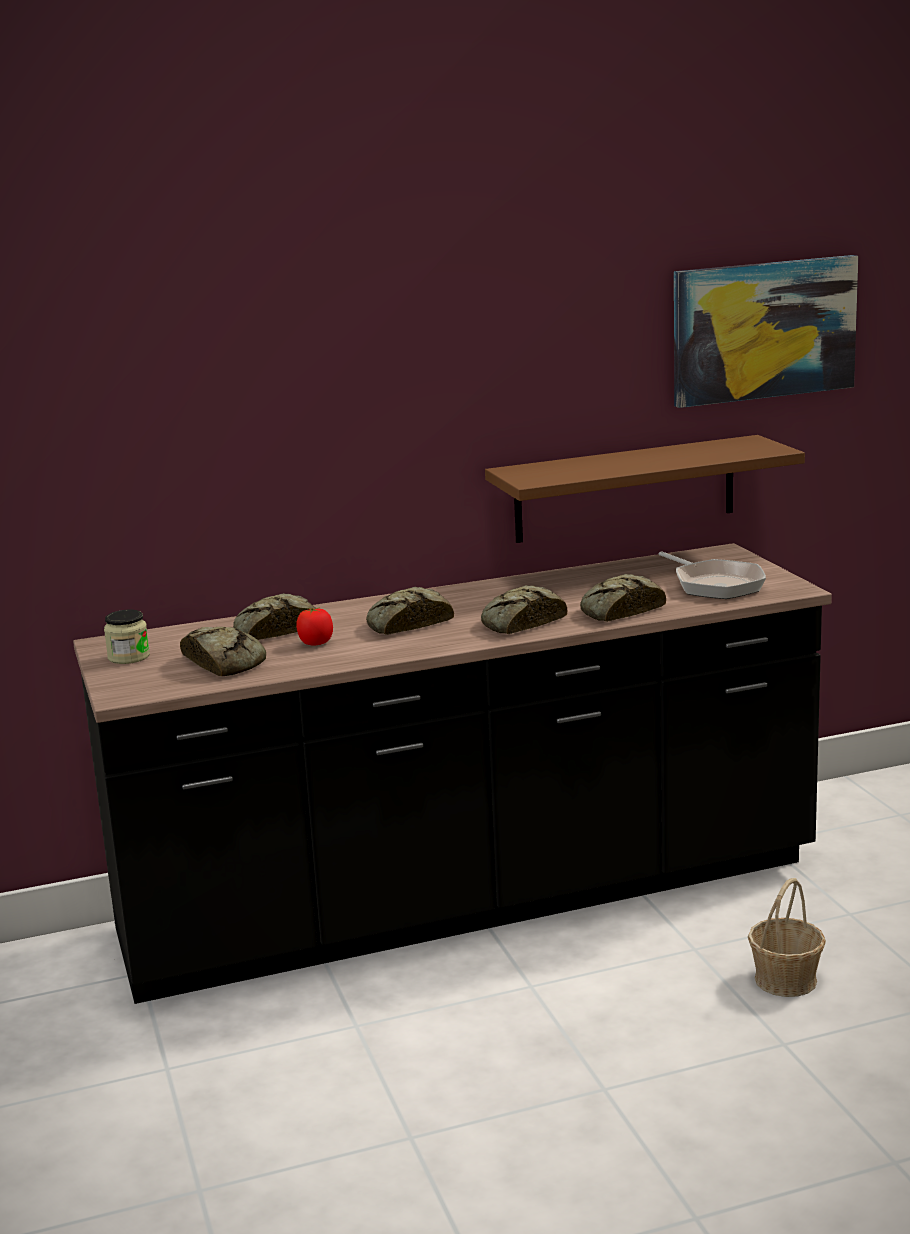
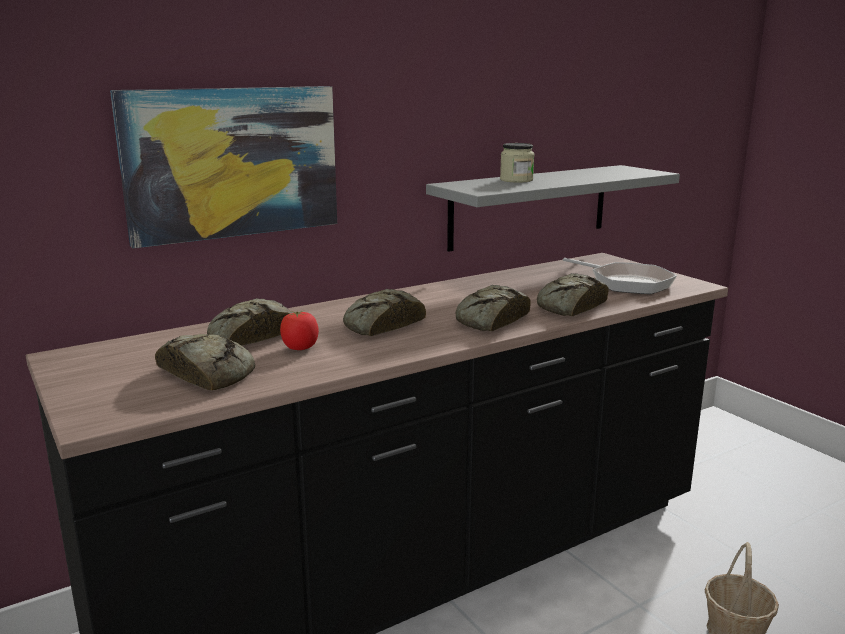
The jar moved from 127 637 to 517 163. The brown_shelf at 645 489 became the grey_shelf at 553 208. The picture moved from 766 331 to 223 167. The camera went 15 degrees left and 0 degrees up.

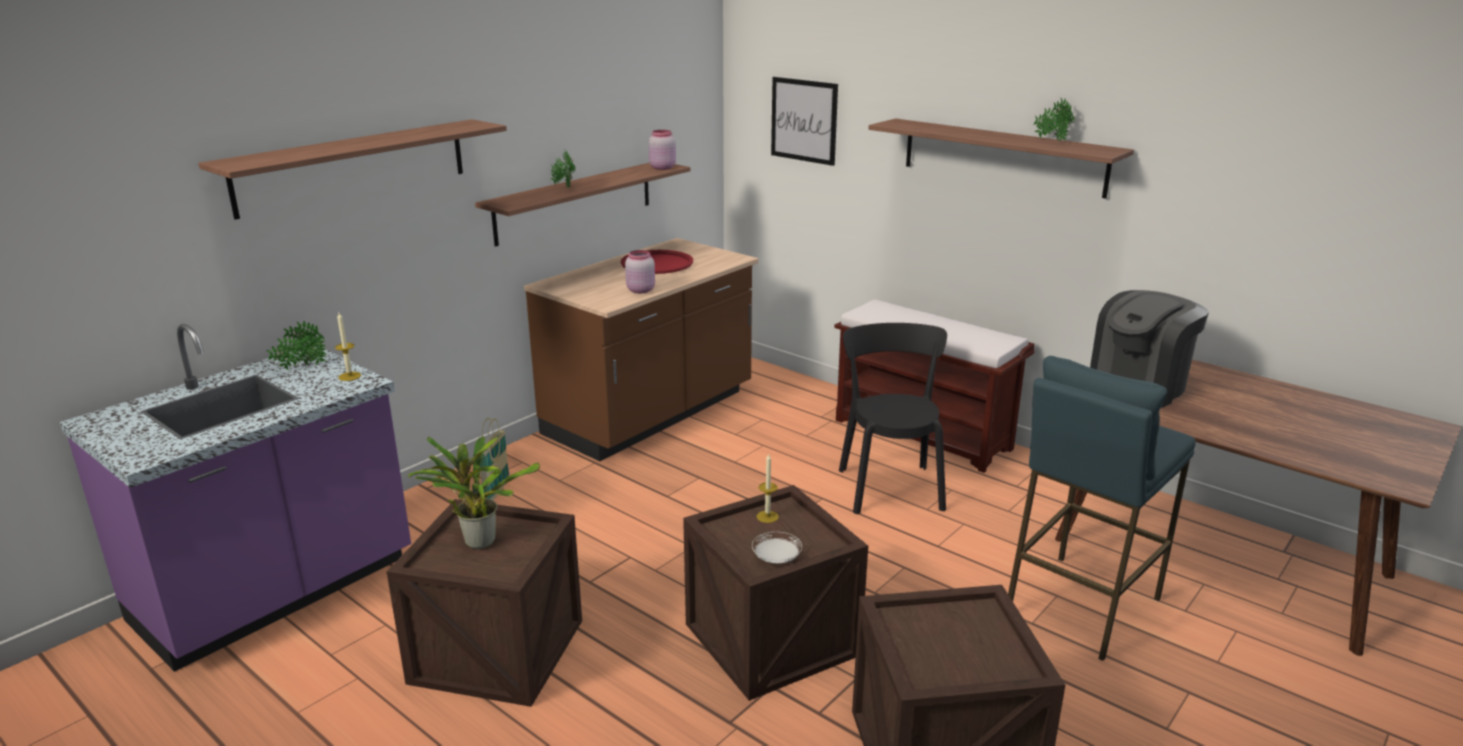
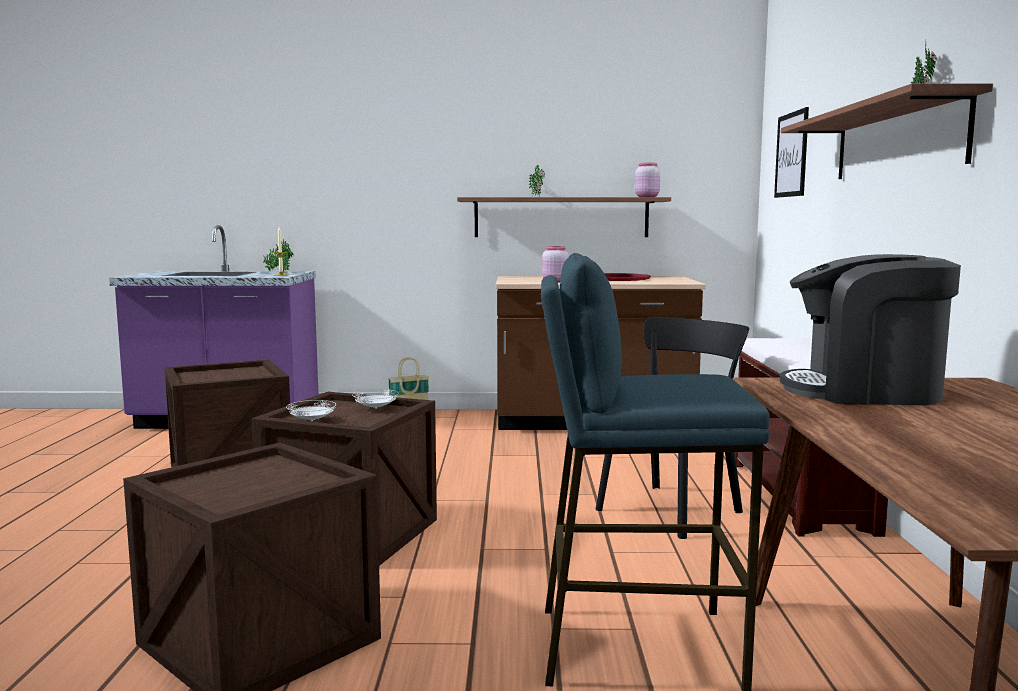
The shelf at 352 169 disappeared. The potted_plant at 473 492 disappeared. The candle at 768 488 was replaced by the white_plate at 375 399. The camera went 50 degrees right and 15 degrees down.

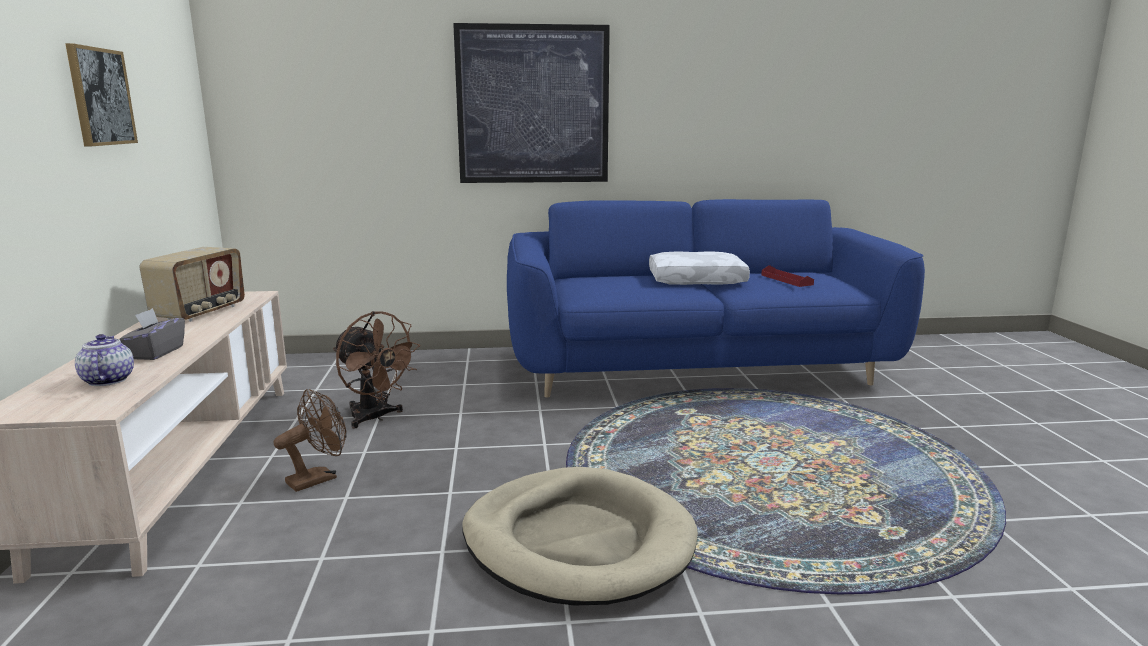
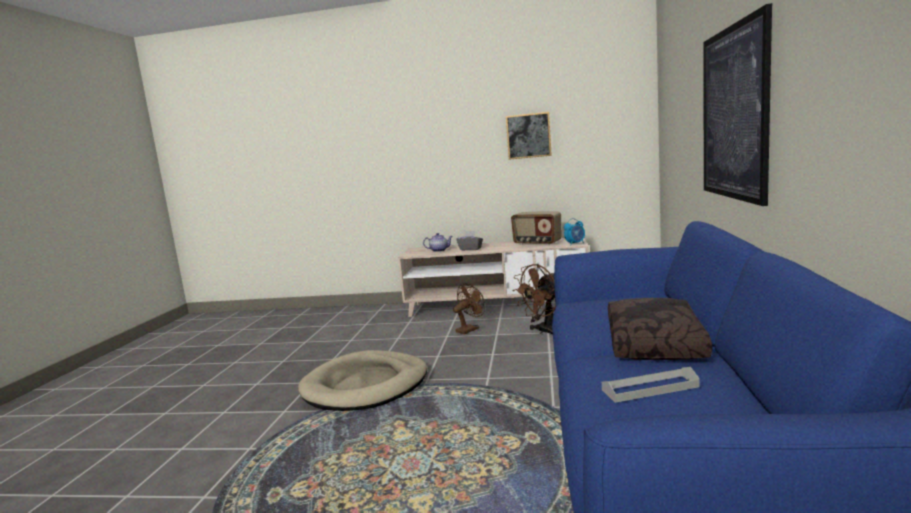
The brown_fan at 310 440 turned 105 degrees counterclockwise. The white_pillow at 699 268 became the brown_pillow at 660 329. The red_tray at 787 276 became the grey_tray at 651 385. The alarm_clock at 574 232 appeared. The camera went 105 degrees right and 5 degrees down.

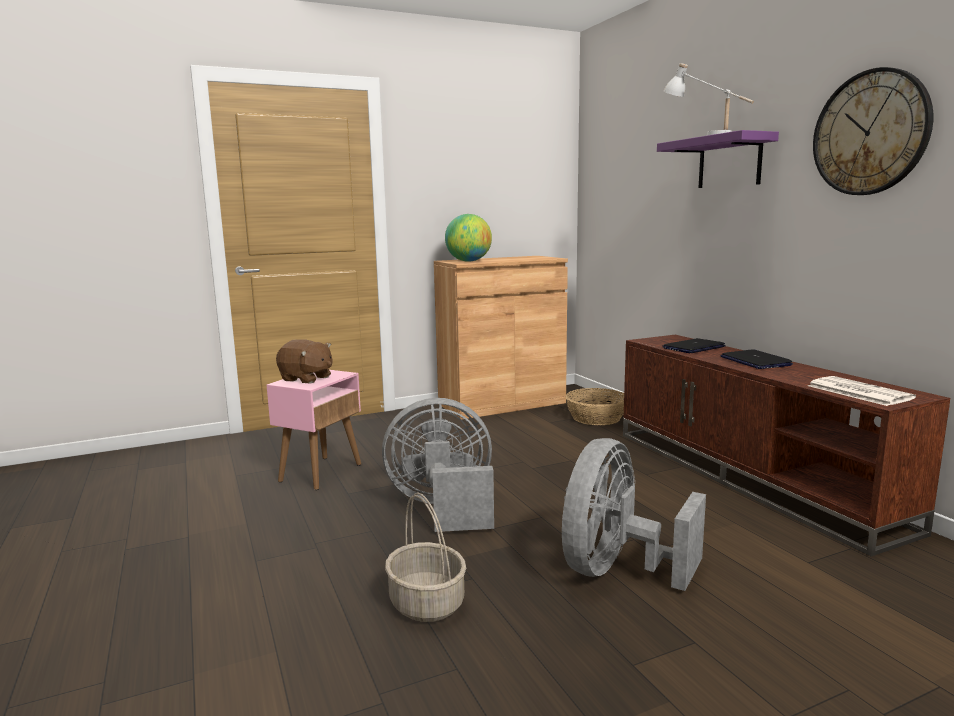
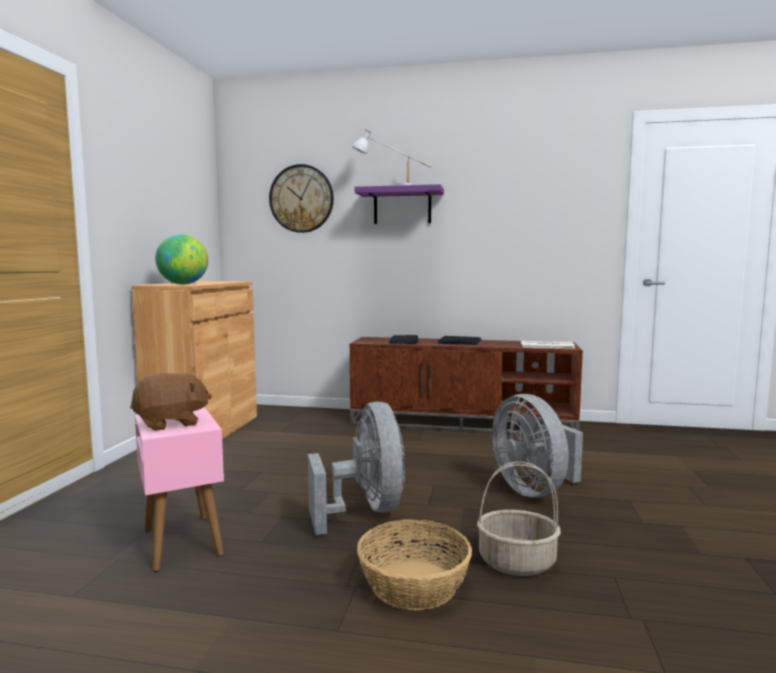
The grey_fan at 438 465 turned 135 degrees clockwise. The basket moved from 594 406 to 414 564. The wall_clock moved from 873 131 to 301 198. The camera went 55 degrees left and 5 degrees down.

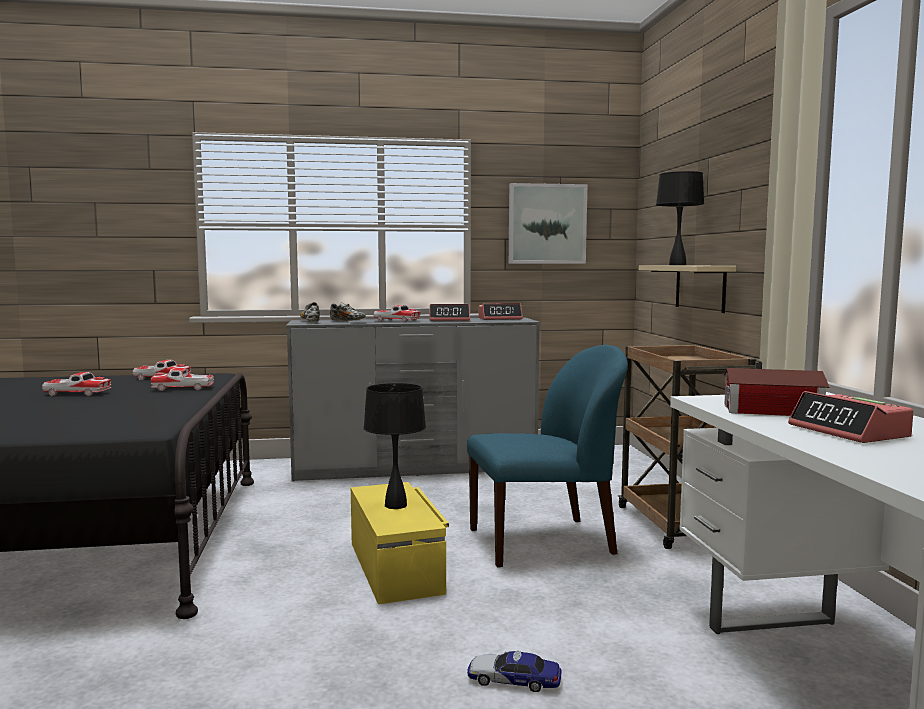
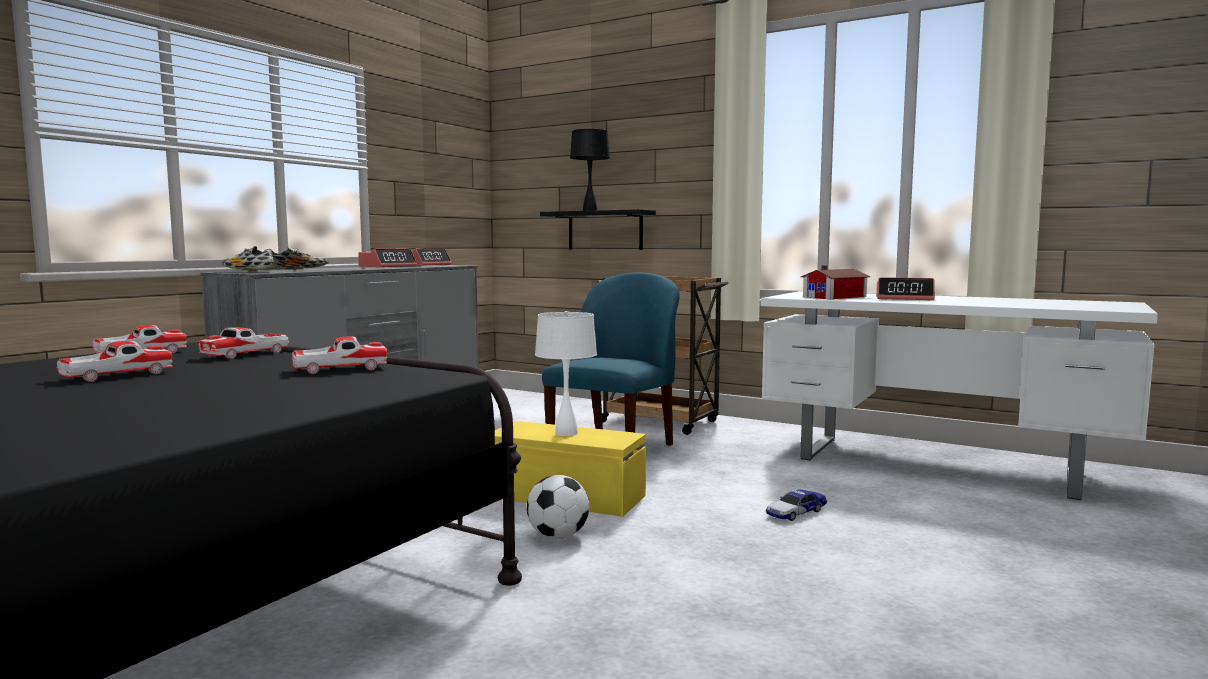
The black_table_lamp at 395 446 became the white_table_lamp at 566 373. The toy_car moved from 397 313 to 339 355. The picture at 548 223 disappeared. The beige_shelf at 687 289 became the black_shelf at 598 229. The football at 558 507 appeared. The camera went 50 degrees left and 0 degrees up.

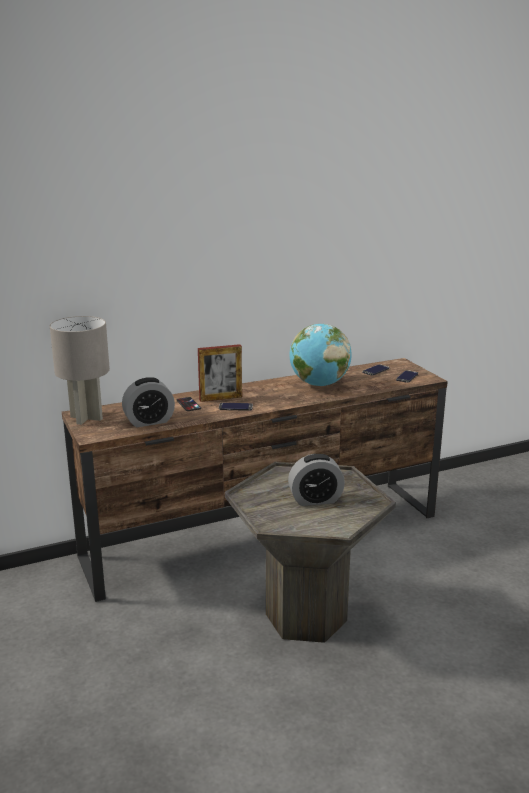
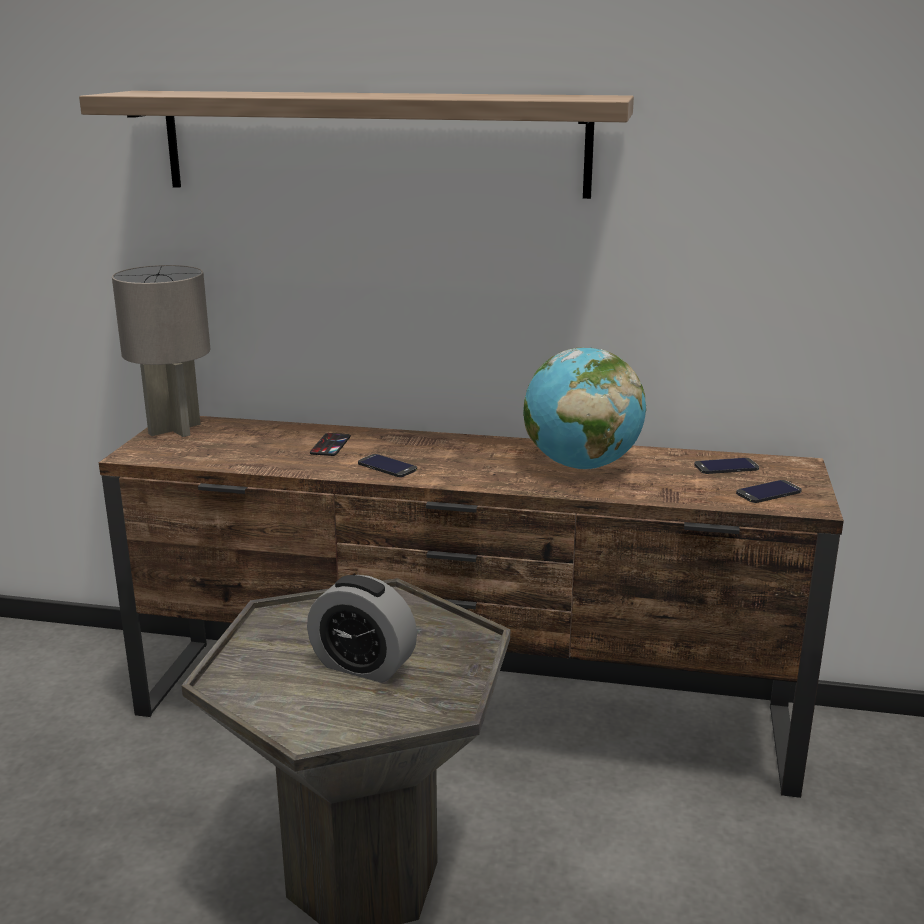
The alarm_clock at 148 402 disappeared. The picture_frame at 220 373 disappeared. The shelf at 356 145 appeared. The camera went 35 degrees right and 0 degrees up.

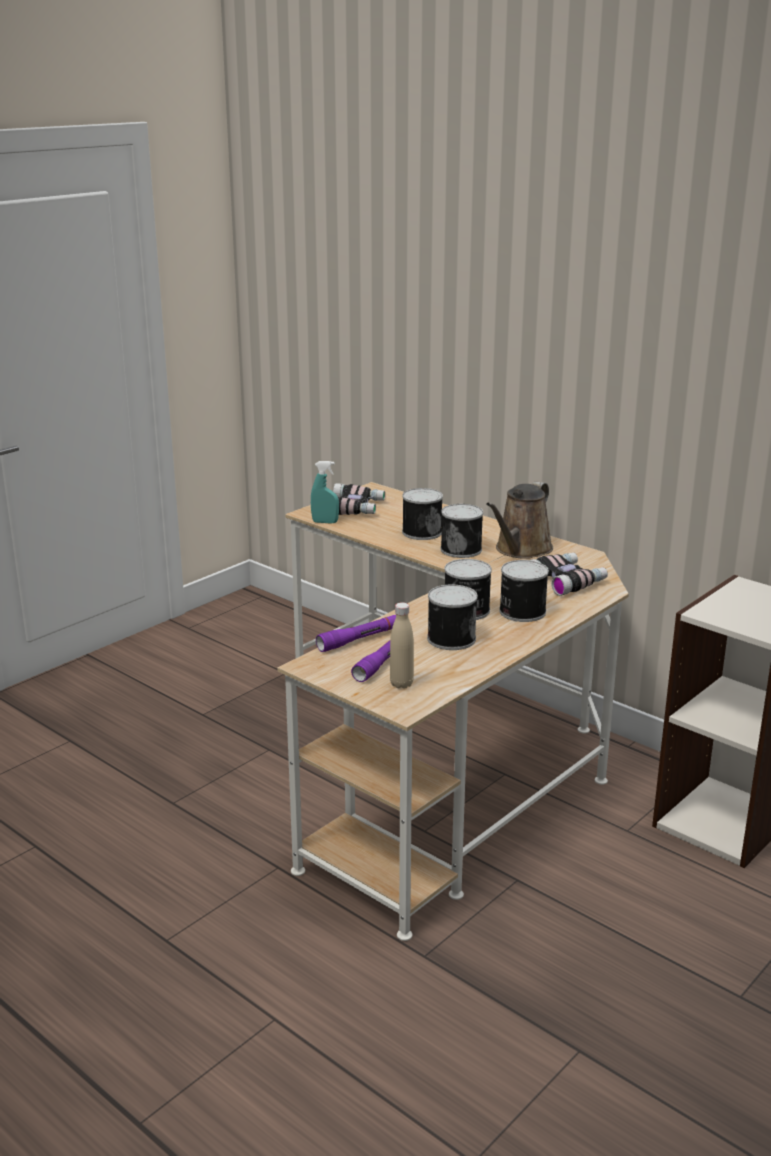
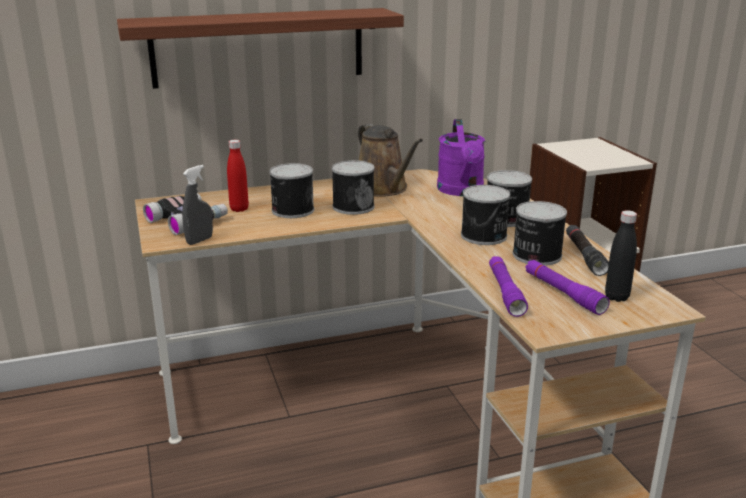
The turquoise_spray_bottle at 325 492 became the grey_spray_bottle at 197 205. The beige_bottle at 402 645 became the black_bottle at 621 256. The binoculars at 569 574 was replaced by the purple_watering_can at 461 157. The shelf at 260 48 appeared. The red_bottle at 238 176 appeared. The black_flashlight at 587 250 appeared. The camera went 60 degrees left and 0 degrees up.

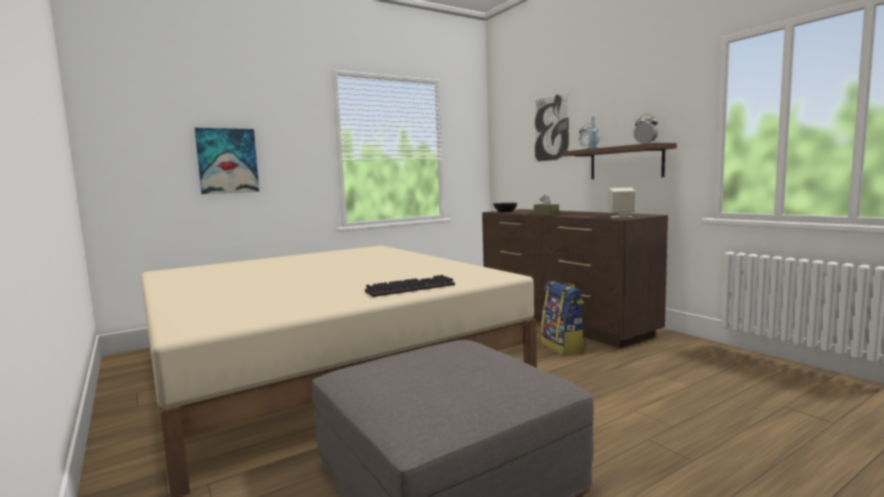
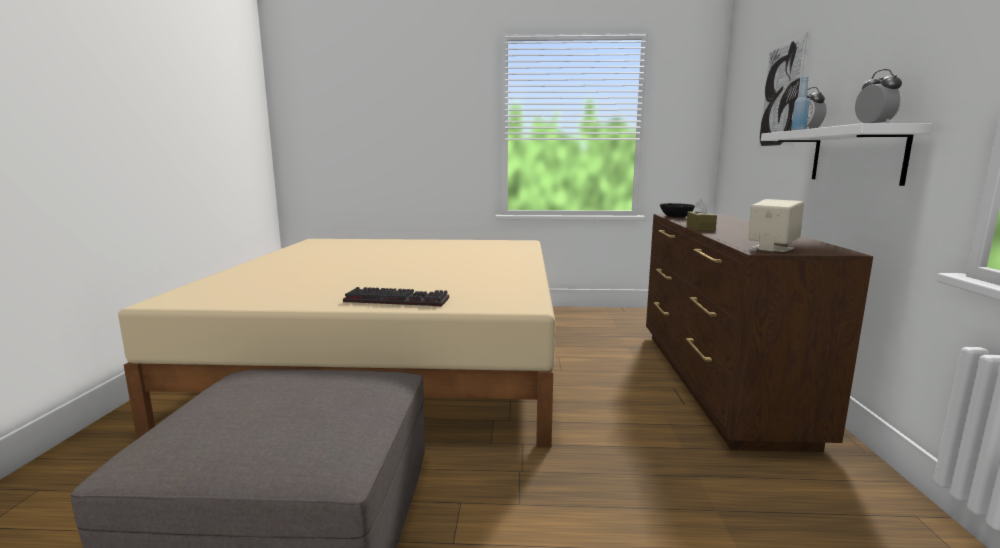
The picture at 227 161 disappeared. The backpack at 563 318 disappeared. The brown_shelf at 620 161 became the white_shelf at 847 154. The camera went 35 degrees right and 5 degrees up.

